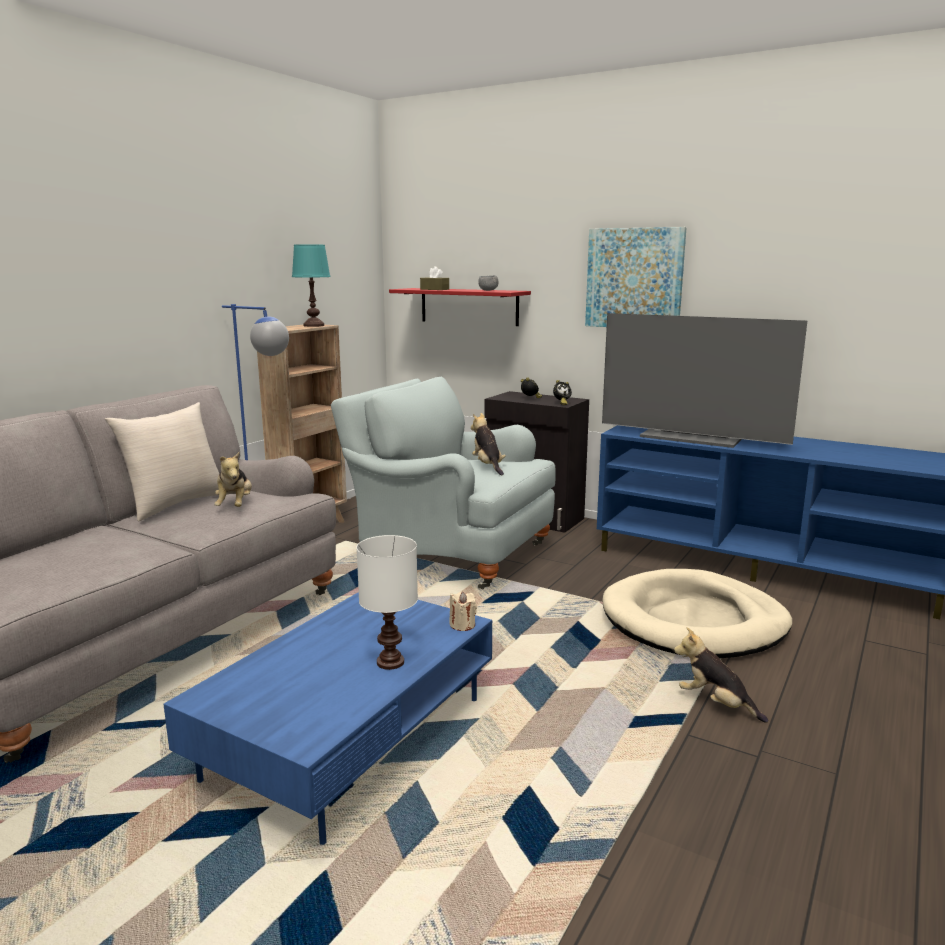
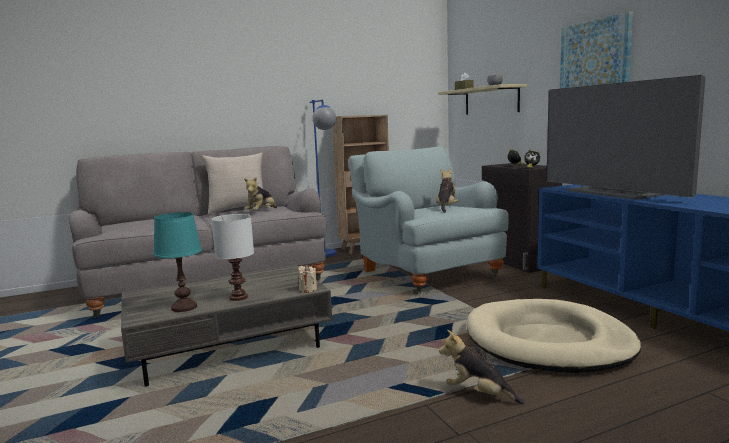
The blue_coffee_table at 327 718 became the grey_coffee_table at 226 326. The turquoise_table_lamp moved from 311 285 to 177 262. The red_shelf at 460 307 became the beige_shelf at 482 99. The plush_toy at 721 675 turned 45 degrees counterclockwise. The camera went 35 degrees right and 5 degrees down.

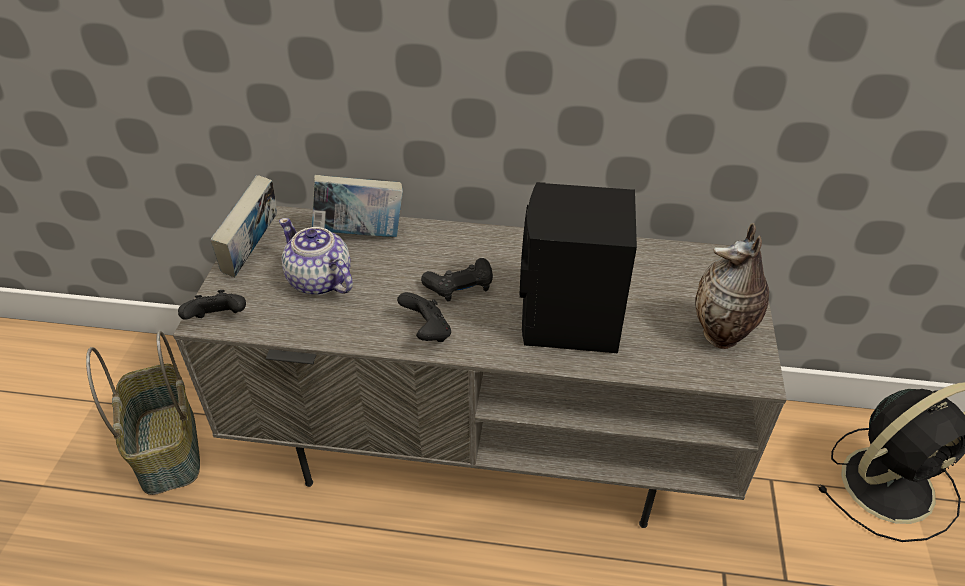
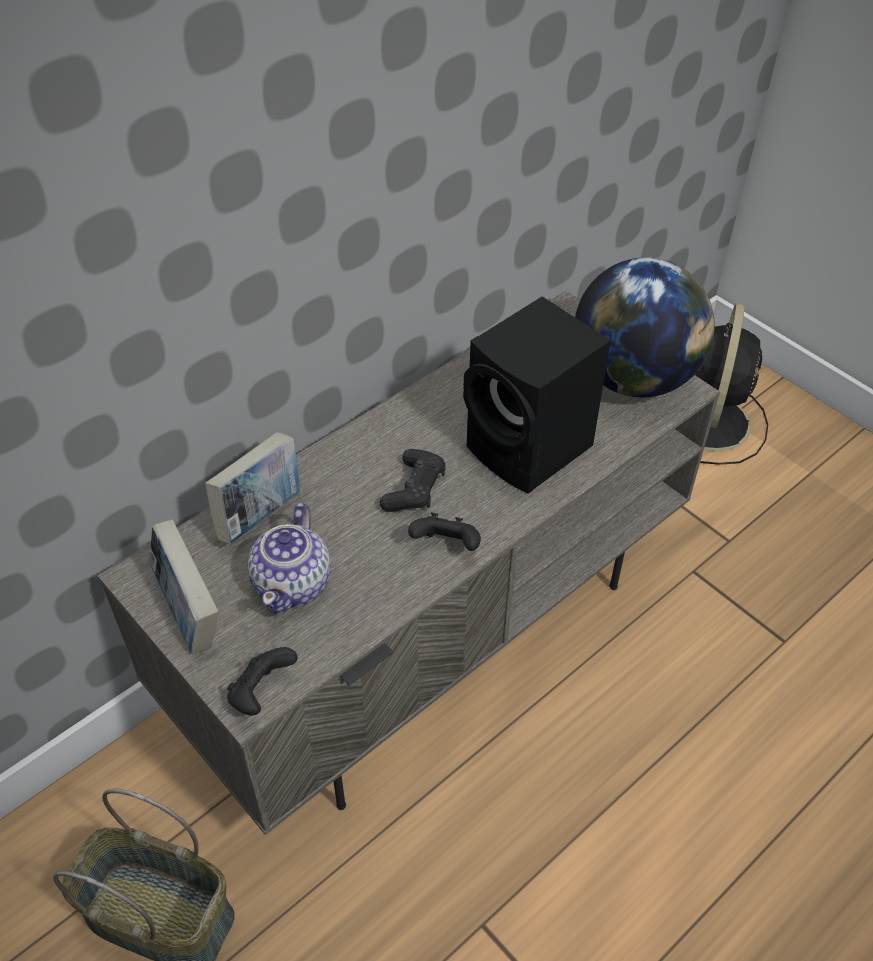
The teapot at 316 256 turned 75 degrees counterclockwise. The vase at 732 286 was replaced by the globe at 645 327. The camera went 50 degrees left and 5 degrees up.

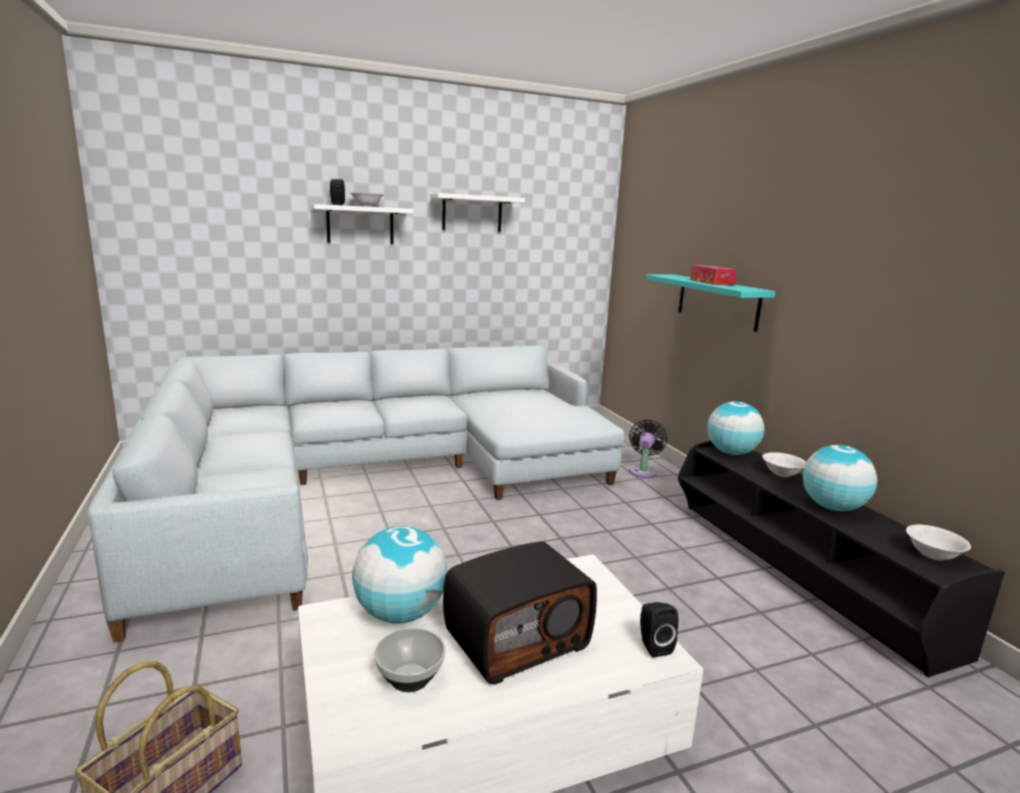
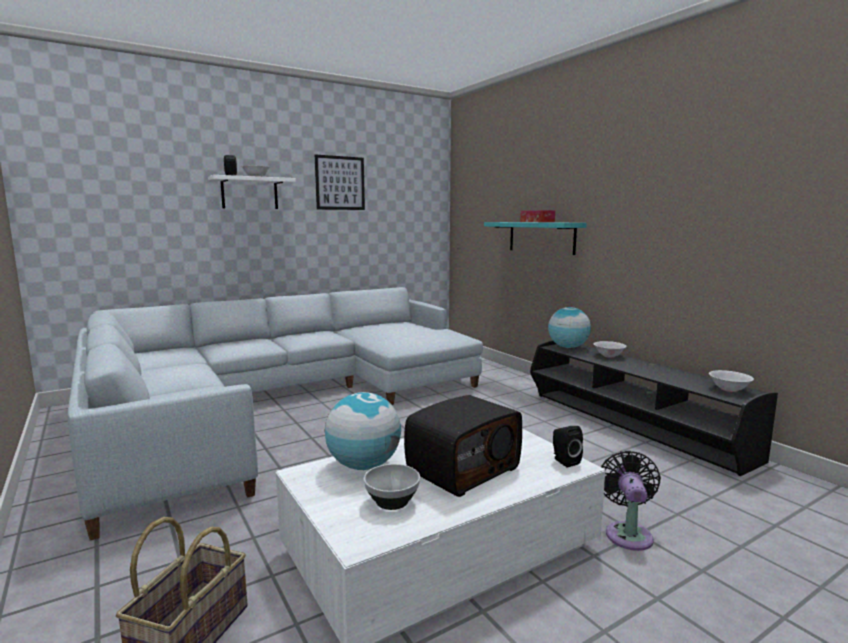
The white_shelf at 477 212 was replaced by the picture at 340 182. The black_fan moved from 648 448 to 631 501. The globe at 840 478 disappeared. The camera went 10 degrees left and 5 degrees down.

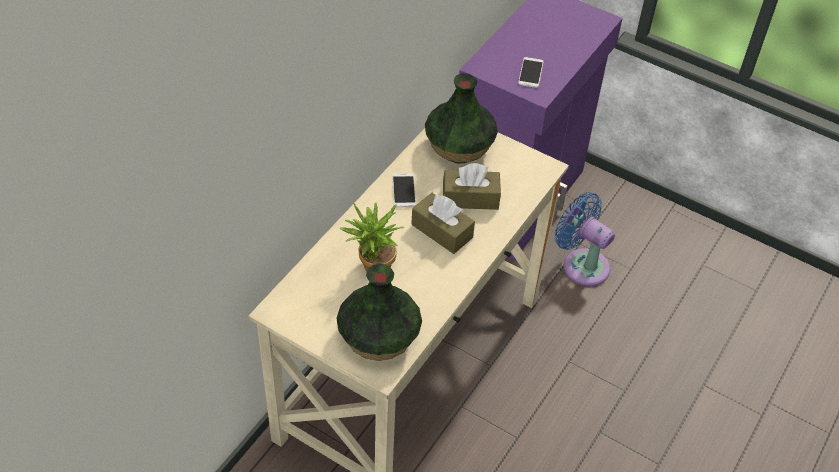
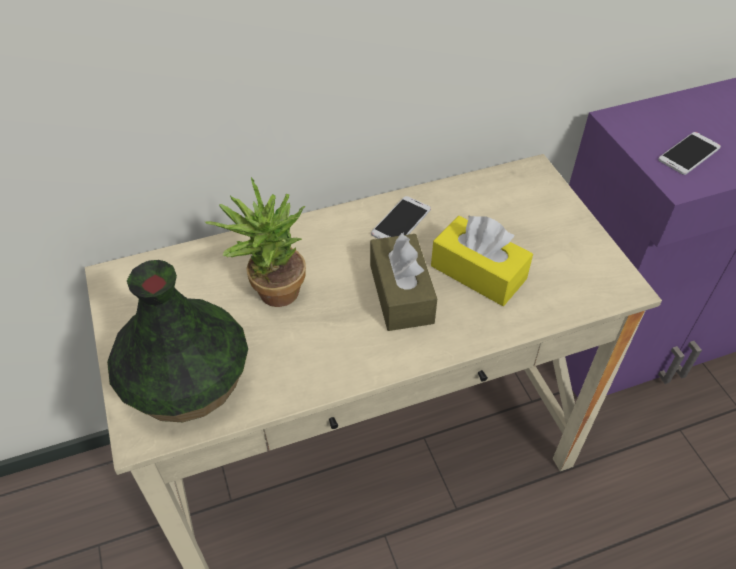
The vase at 461 118 disappeared. The brown_tissue_box at 472 186 became the yellow_tissue_box at 482 260. The blue_fan at 584 239 disappeared. The camera went 40 degrees right and 0 degrees up.

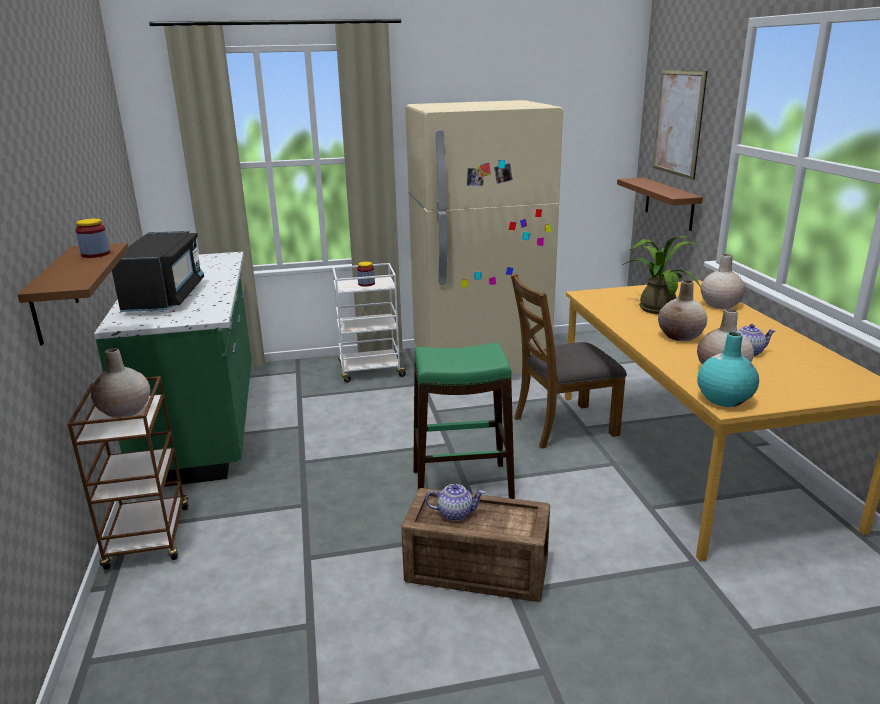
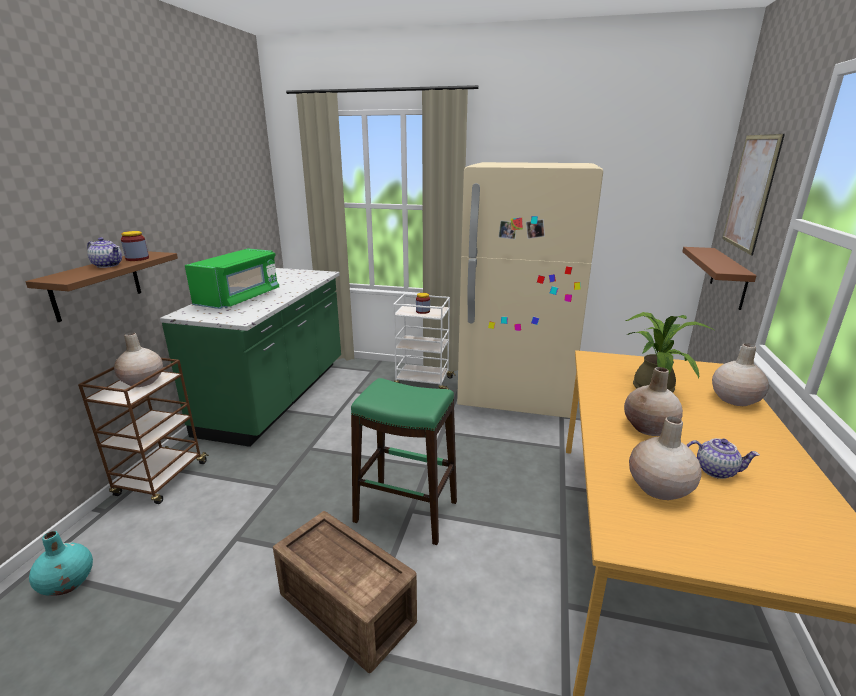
The black_microwave at 158 271 became the green_microwave at 232 278. The teapot moved from 455 502 to 104 252. The brown_chair at 569 361 disappeared. The turquoise_vase moved from 728 369 to 61 563. The camera went 25 degrees right and 0 degrees up.

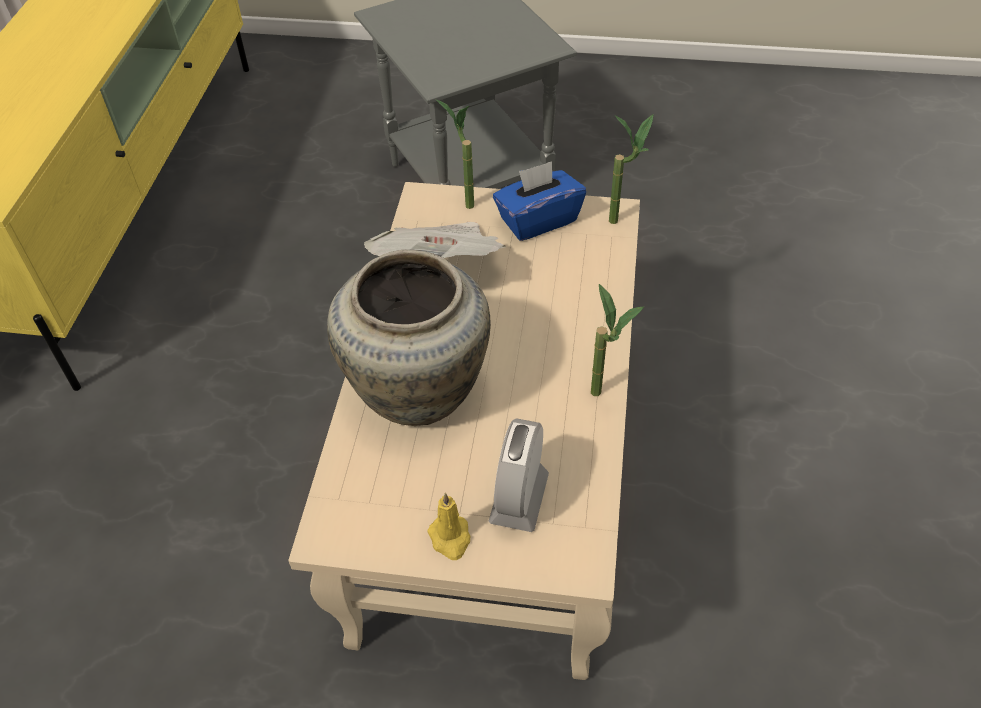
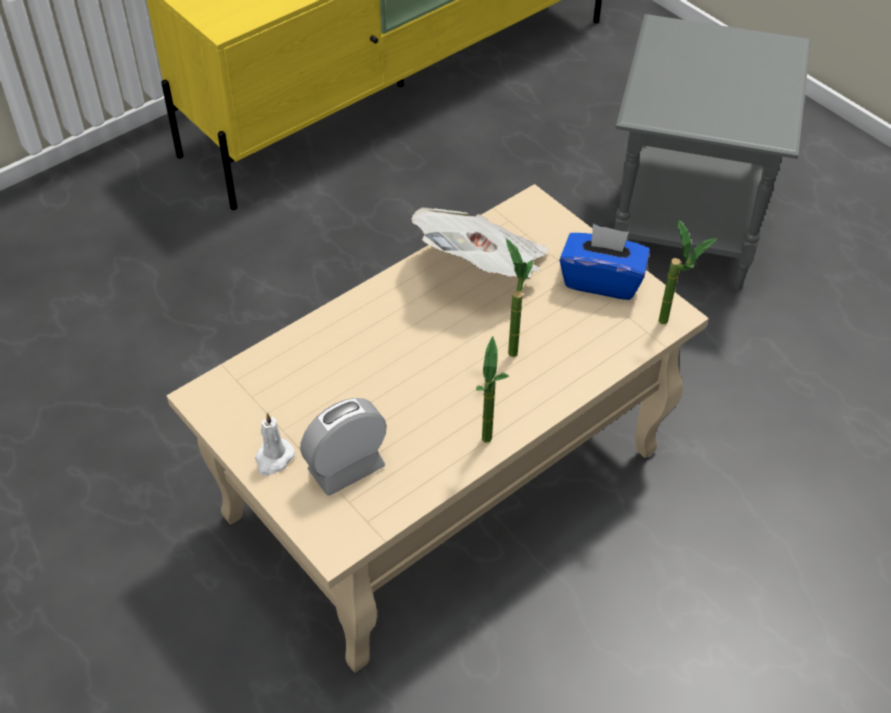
The beige_vase at 409 338 disappeared. The yellow_candle at 448 526 became the white_candle at 275 444. The potted_plant moved from 455 154 to 520 298. The camera went 40 degrees right and 0 degrees up.

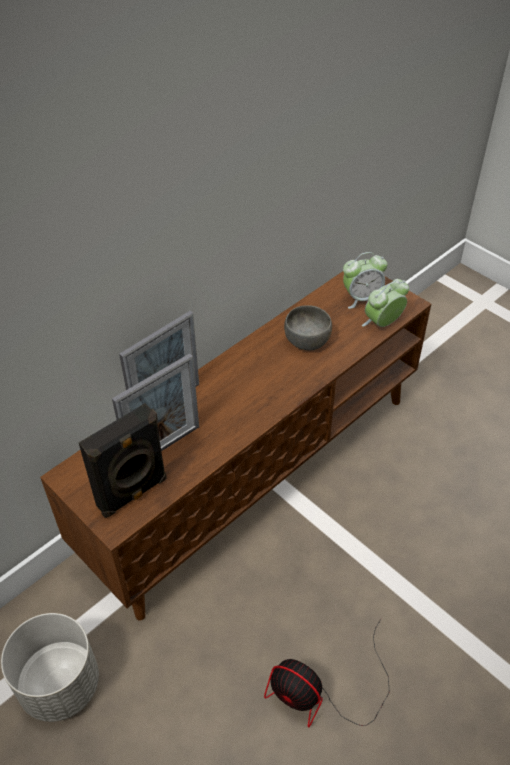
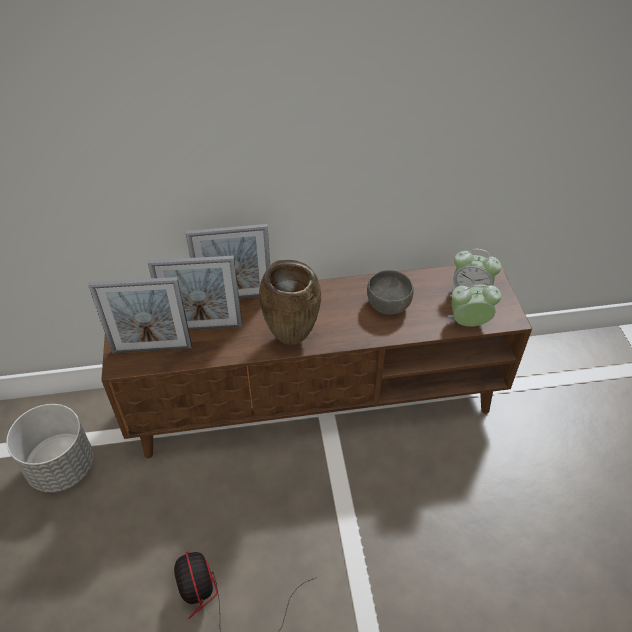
The black_speaker at 123 460 was replaced by the picture_frame at 140 315. The brown_vase at 290 303 appeared. The camera went 35 degrees right and 0 degrees up.

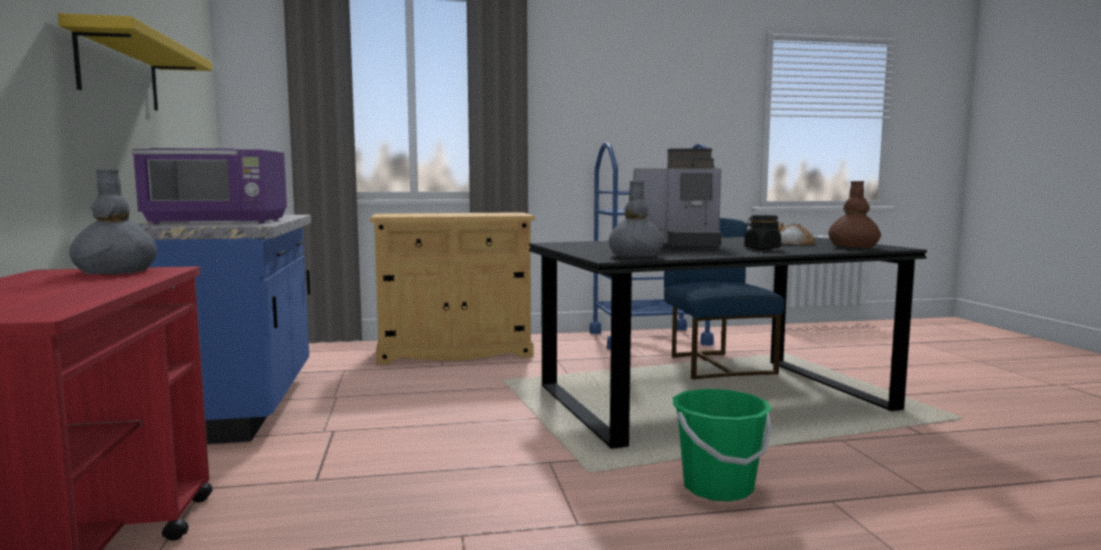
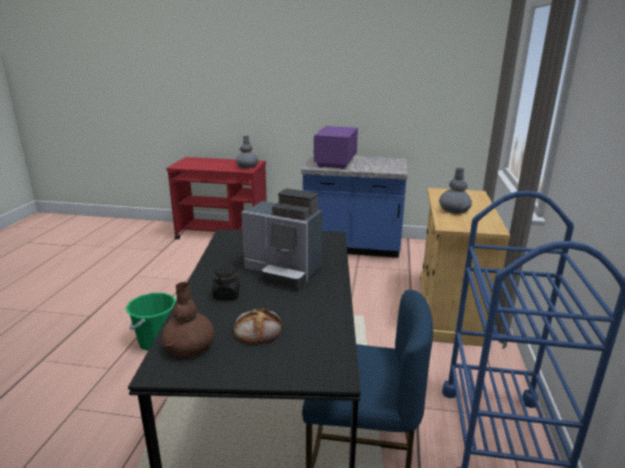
The yellow_shelf at 135 62 disappeared. The grey_vase moved from 636 219 to 455 191. The coffee_machine at 678 198 turned 90 degrees counterclockwise. The camera went 110 degrees right and 15 degrees up.

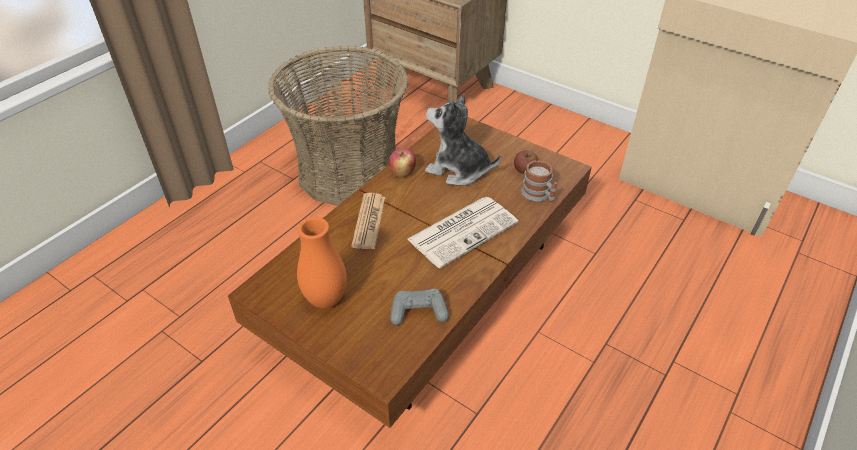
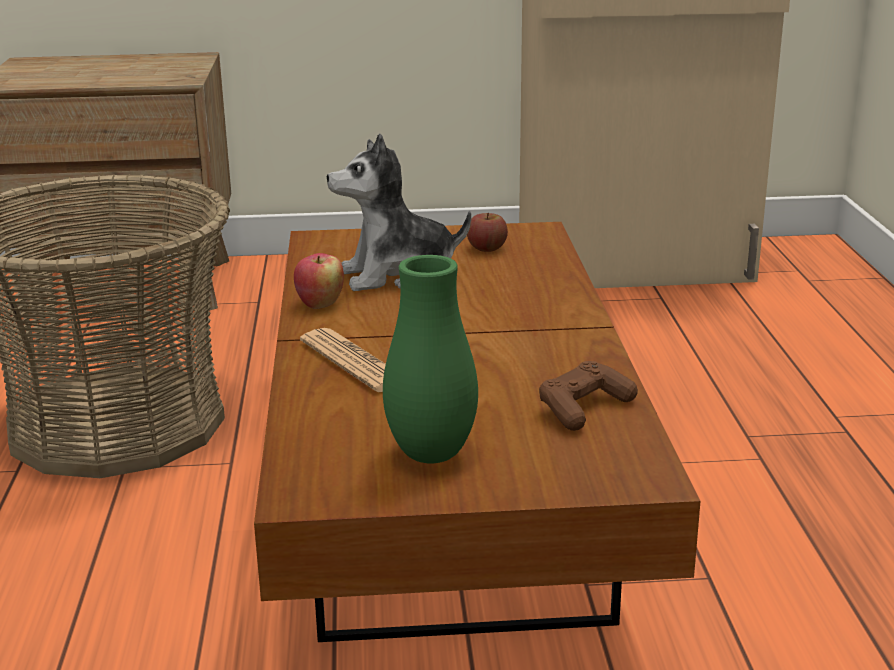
The orange_vase at 322 262 became the green_vase at 430 359. The grey_game_controller at 419 307 became the brown_game_controller at 588 396. The newspaper at 463 232 disappeared. The mug at 539 181 disappeared. The camera went 40 degrees left and 20 degrees down.

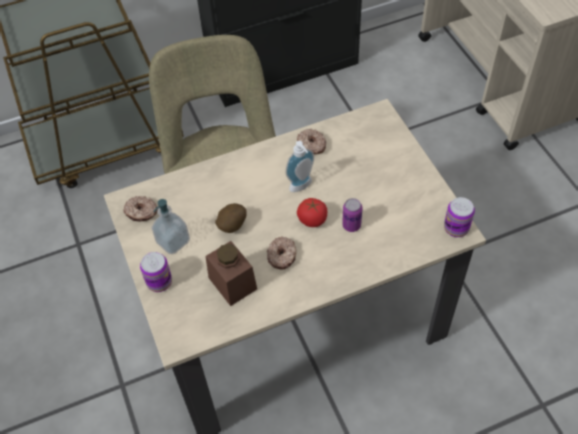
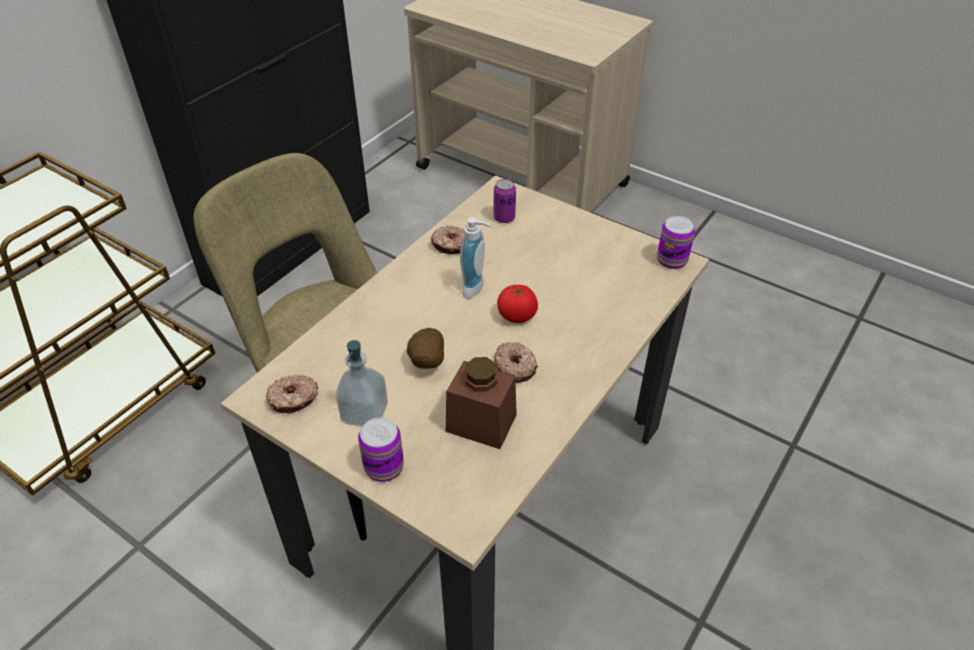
The can moved from 352 215 to 505 201. The camera went 35 degrees left and 10 degrees down.

